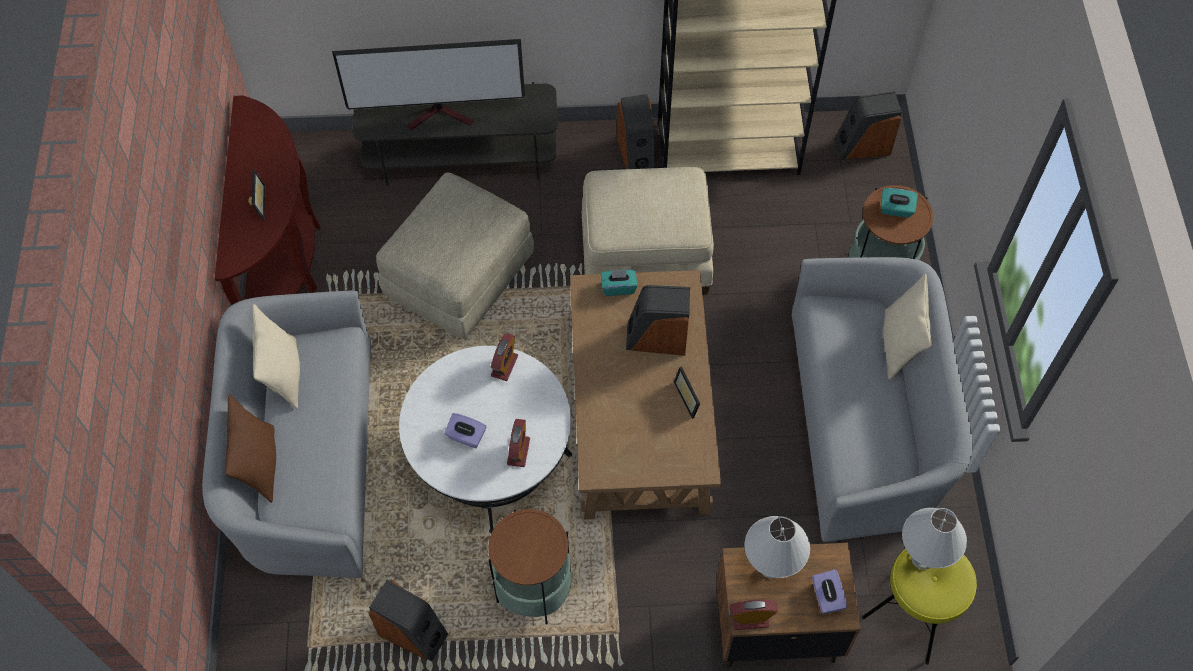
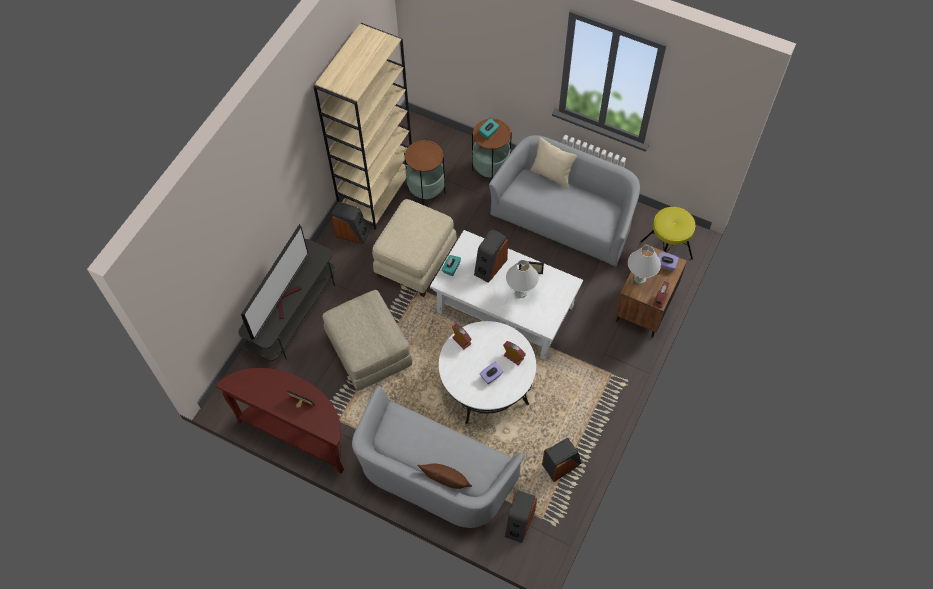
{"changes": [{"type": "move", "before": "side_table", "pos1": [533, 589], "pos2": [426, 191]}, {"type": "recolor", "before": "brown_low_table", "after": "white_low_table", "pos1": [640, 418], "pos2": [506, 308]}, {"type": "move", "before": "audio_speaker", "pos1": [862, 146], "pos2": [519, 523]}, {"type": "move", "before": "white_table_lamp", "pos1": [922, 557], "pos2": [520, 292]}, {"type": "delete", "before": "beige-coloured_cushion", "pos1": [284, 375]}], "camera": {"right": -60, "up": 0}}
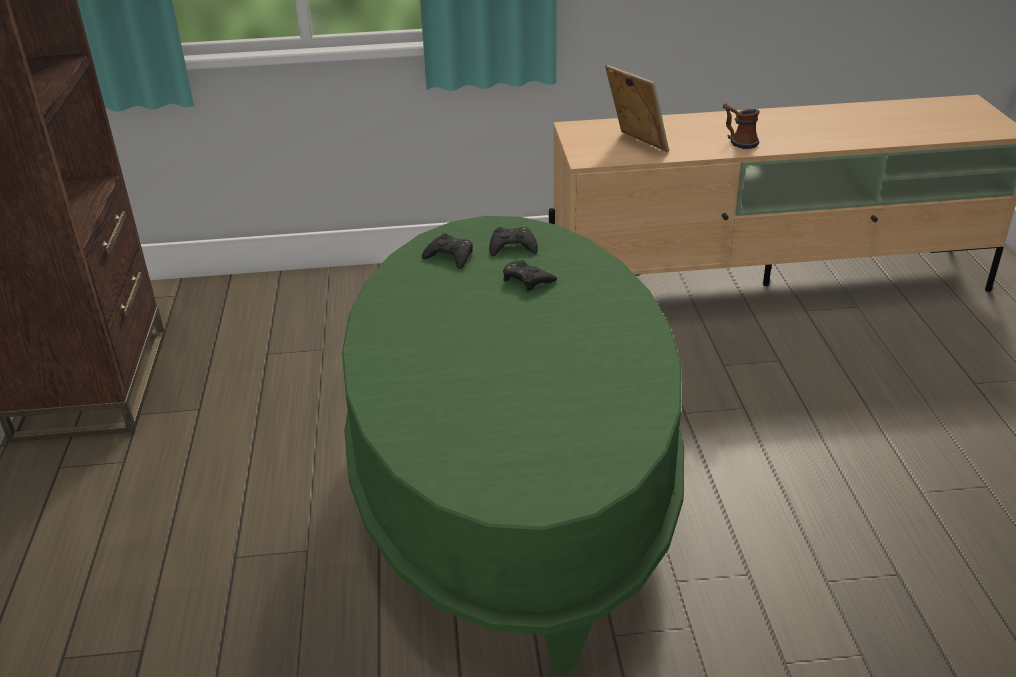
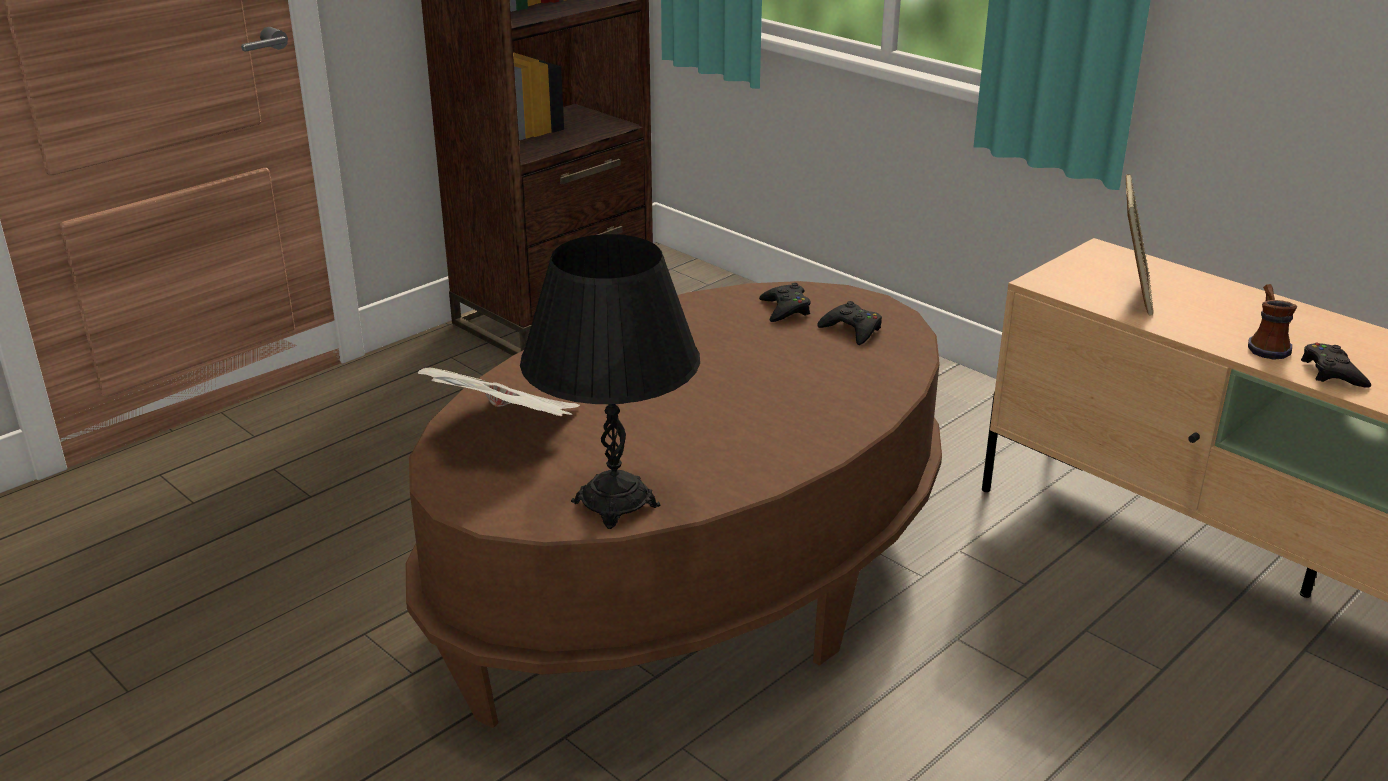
{"changes": [{"type": "recolor", "before": "greenish_low_table", "after": "brown_low_table", "pos1": [512, 486], "pos2": [693, 578]}, {"type": "insert", "after": "printed_paper", "pos2": [507, 429]}, {"type": "insert", "after": "black-coloured_table_lamp", "pos2": [615, 503]}, {"type": "move", "before": "black-coloured_gamepad", "pos1": [527, 280], "pos2": [1332, 372]}], "camera": {"right": 50, "up": -5}}
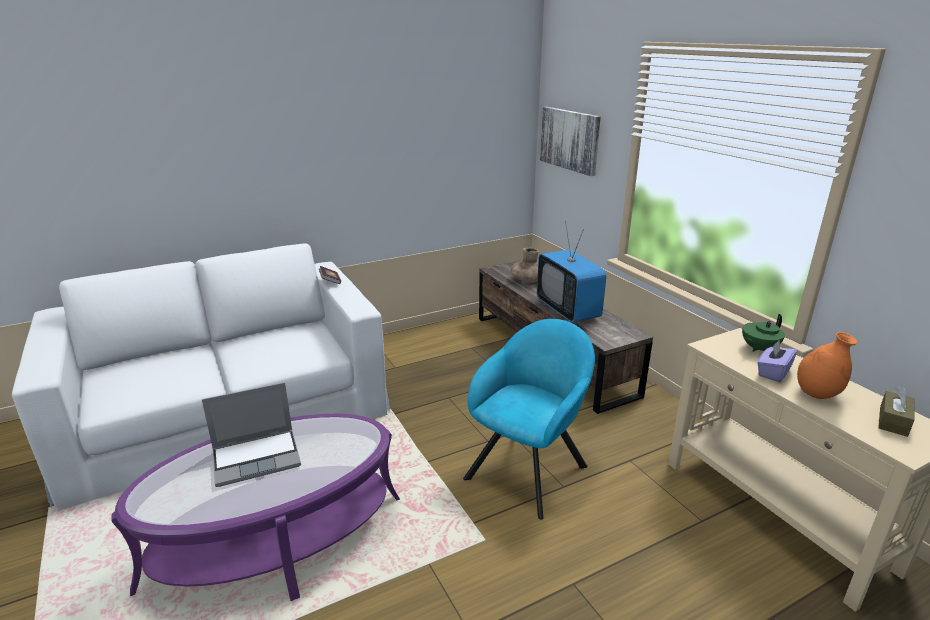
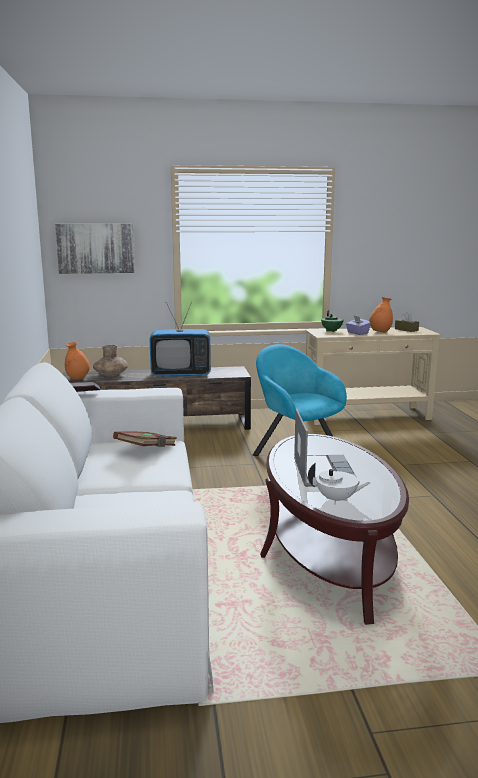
{"changes": [{"type": "insert", "after": "orange-coloured_decorative_vase", "pos2": [77, 378]}, {"type": "insert", "after": "brown_volume", "pos2": [147, 450]}, {"type": "recolor", "before": "purple_low_table", "after": "brown_low_table", "pos1": [276, 541], "pos2": [329, 552]}, {"type": "insert", "after": "white_teapot", "pos2": [337, 499]}], "camera": {"right": -70, "up": -10}}
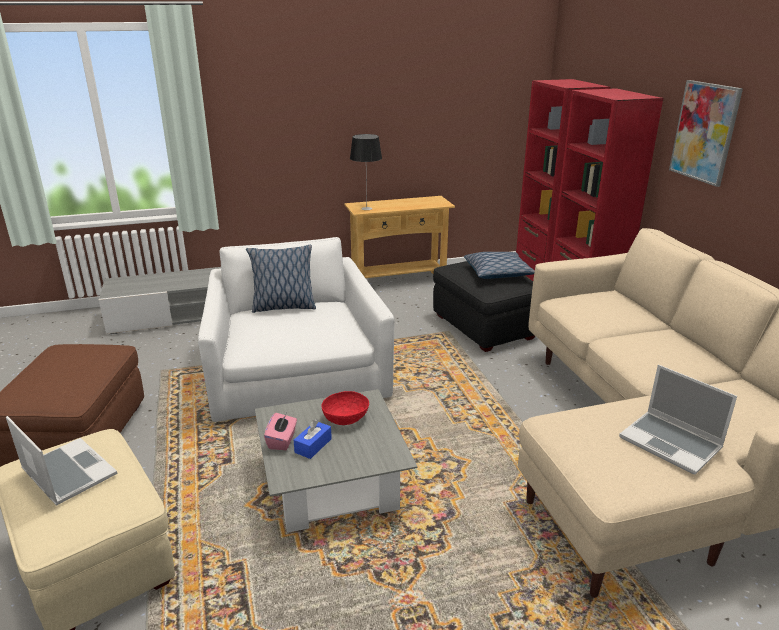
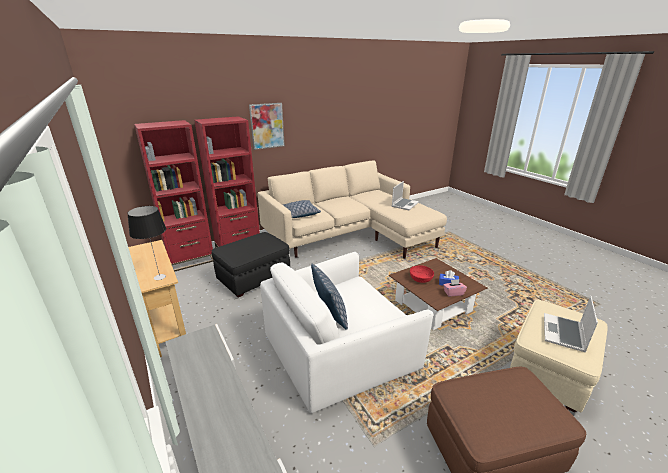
{"changes": [{"type": "move", "before": "cushion", "pos1": [497, 273], "pos2": [300, 213]}, {"type": "recolor", "before": "gray_low_table", "after": "brown_low_table", "pos1": [333, 484], "pos2": [433, 306]}], "camera": {"right": -105, "up": 0}}
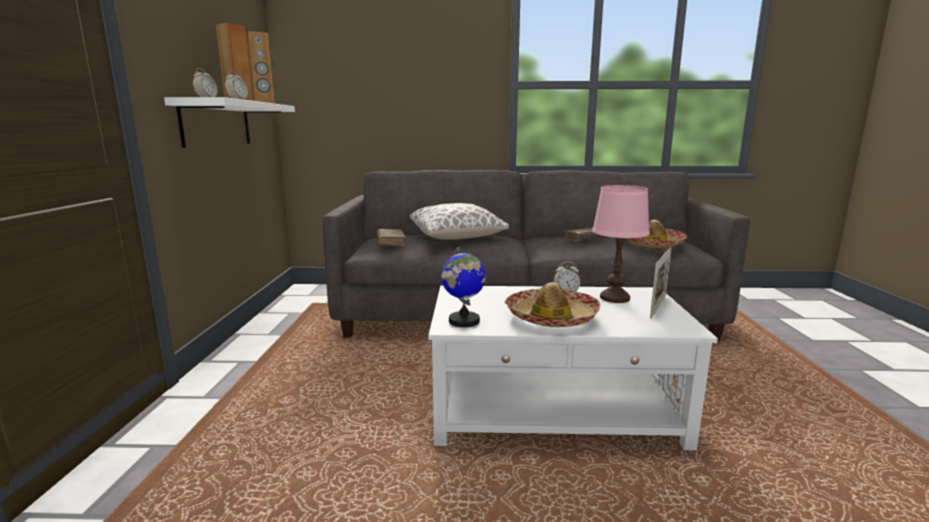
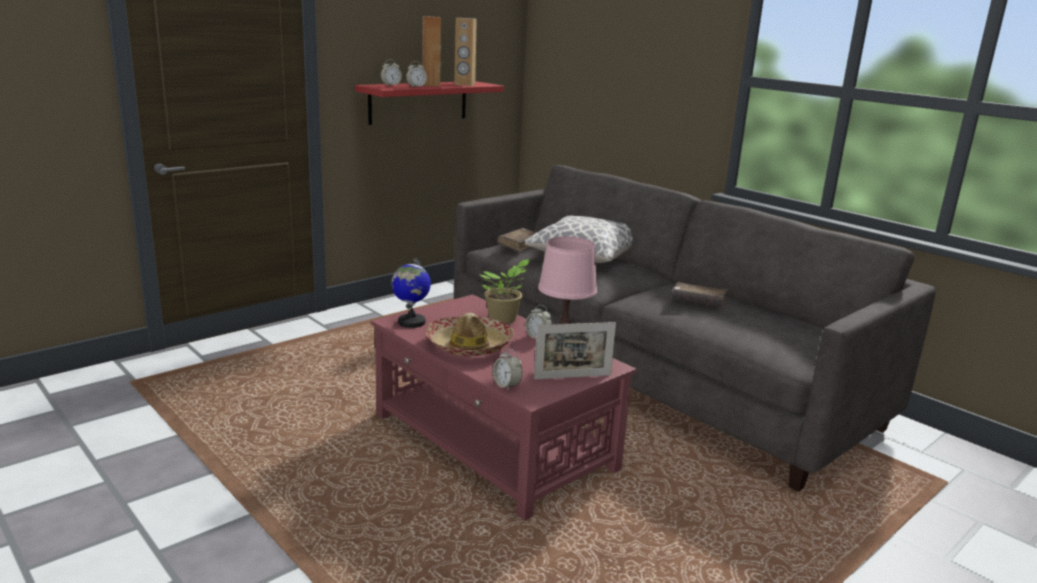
{"changes": [{"type": "recolor", "before": "white_bracket_shelf", "after": "red_bracket_shelf", "pos1": [217, 124], "pos2": [418, 102]}, {"type": "recolor", "before": "white_low_table", "after": "red_low_table", "pos1": [555, 410], "pos2": [493, 443]}, {"type": "insert", "after": "potted_plant", "pos2": [504, 320]}, {"type": "insert", "after": "alarm_clock", "pos2": [506, 385]}, {"type": "delete", "before": "hat", "pos1": [652, 244]}], "camera": {"right": 45, "up": 5}}
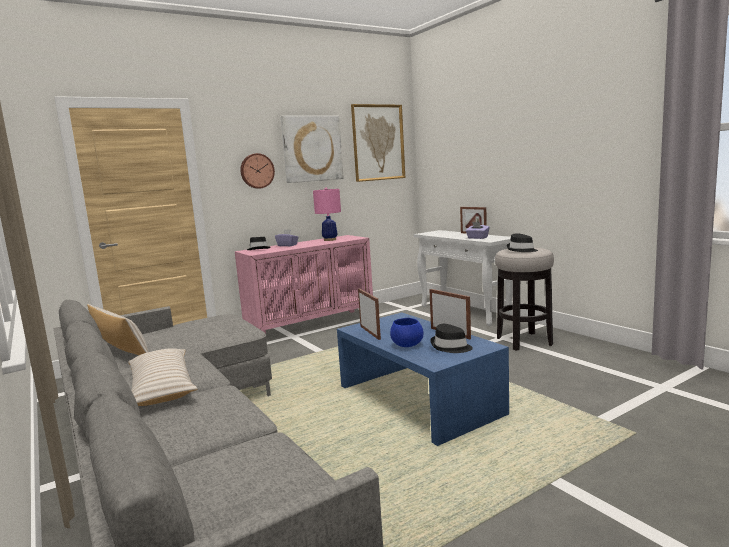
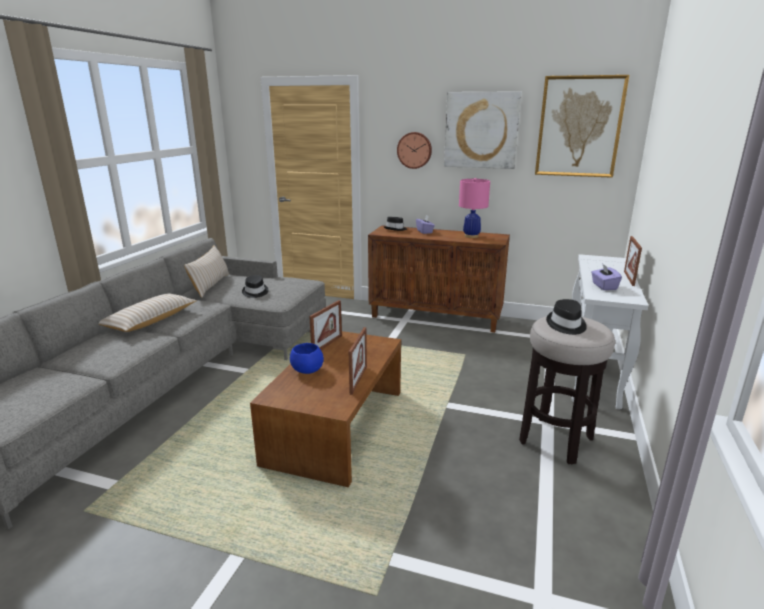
{"changes": [{"type": "move", "before": "black-coloured_hat", "pos1": [450, 347], "pos2": [255, 292]}, {"type": "recolor", "before": "blue-coloured_low_table", "after": "brown_low_table", "pos1": [417, 400], "pos2": [336, 425]}, {"type": "recolor", "before": "pink-coloured_storage_cabinet", "after": "brown_storage_cabinet", "pos1": [311, 326], "pos2": [436, 317]}], "camera": {"right": 50, "up": 10}}
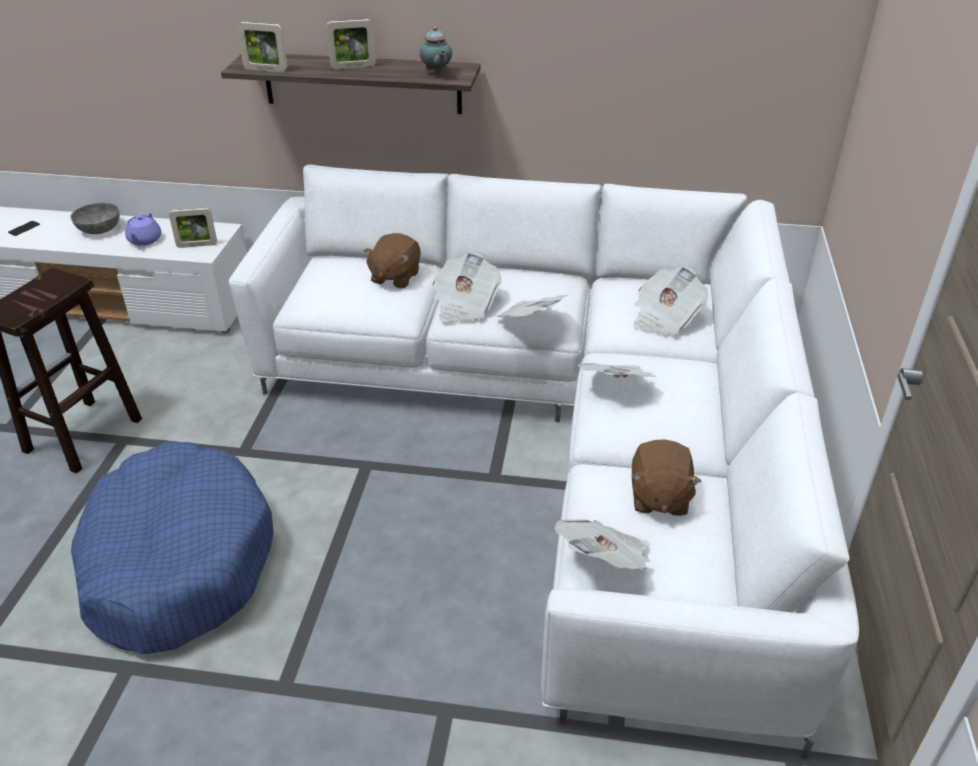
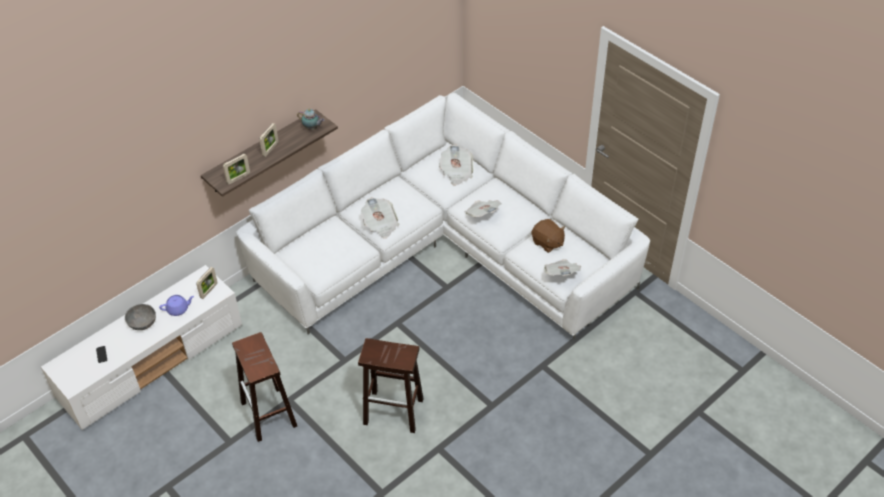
{"changes": [{"type": "rotate", "before": "purple_teapot", "pos1": [144, 240], "pos2": [178, 309], "turn": -60}, {"type": "replace", "before": "blue-coloured_dog_cushion", "after": "brown_sitting_stool", "pos1": [177, 562], "pos2": [394, 411]}, {"type": "delete", "before": "brown_cuddly_toy", "pos1": [394, 277]}, {"type": "delete", "before": "printed_paper", "pos1": [530, 322]}], "camera": {"right": -50, "up": 10}}
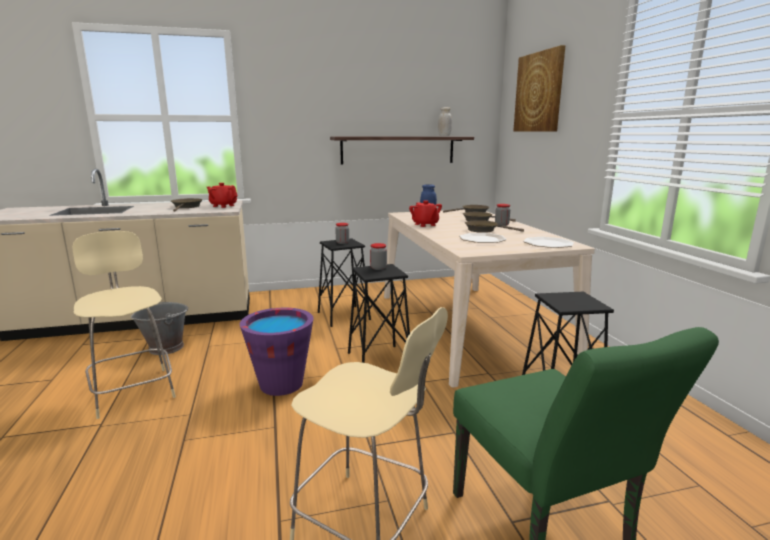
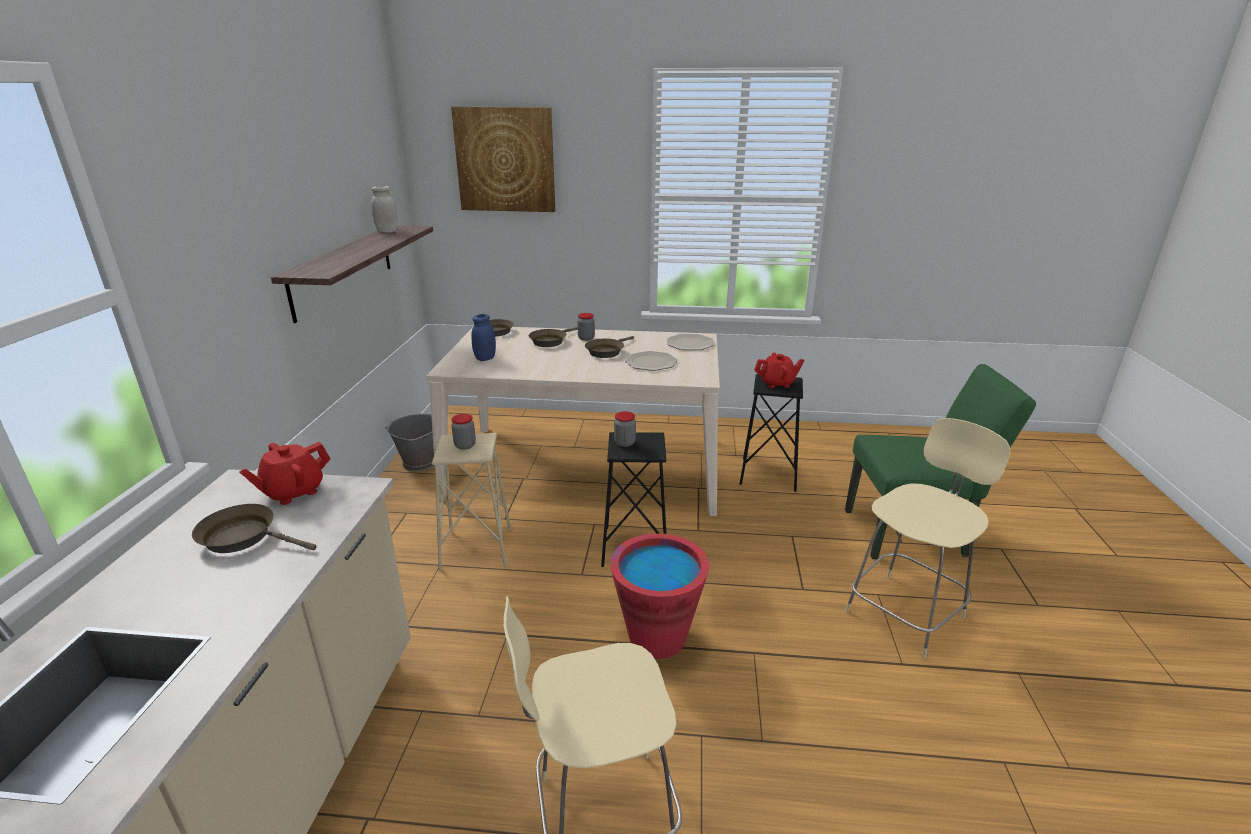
{"changes": [{"type": "move", "before": "gray_pail", "pos1": [166, 347], "pos2": [419, 462]}, {"type": "recolor", "before": "black-coloured_sitting_stool", "after": "beige-coloured_sitting_stool", "pos1": [343, 316], "pos2": [476, 549]}, {"type": "recolor", "before": "purple_pail", "after": "red_pail", "pos1": [281, 384], "pos2": [657, 637]}, {"type": "move", "before": "red_teapot", "pos1": [425, 225], "pos2": [777, 383]}], "camera": {"right": -70, "up": 10}}
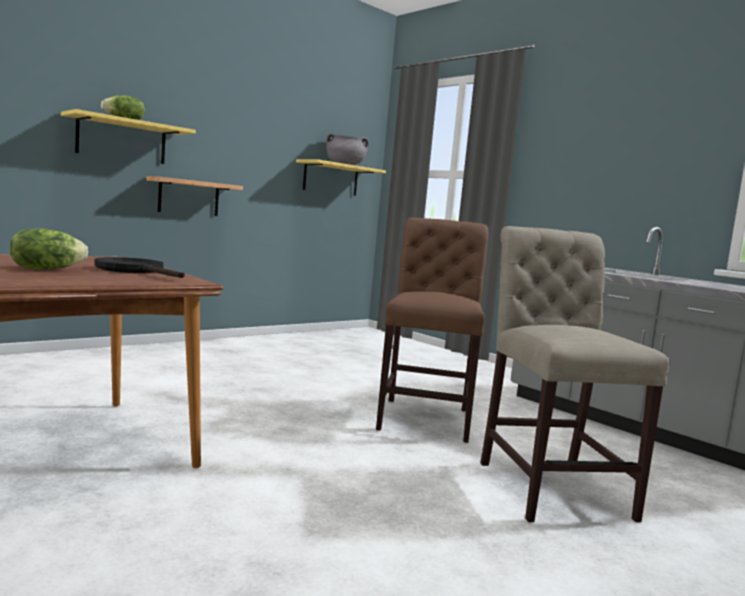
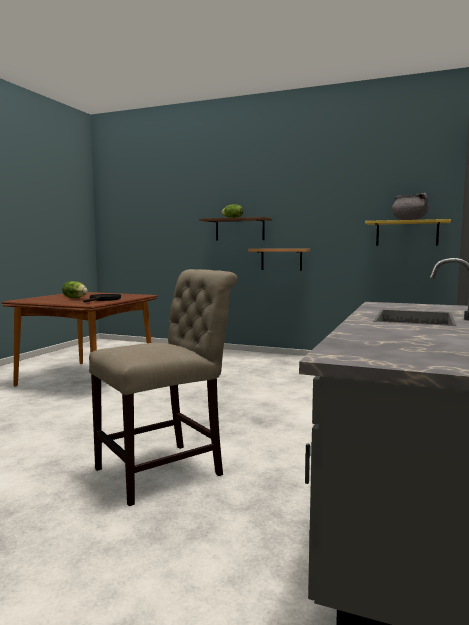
{"changes": [{"type": "recolor", "before": "yellow_bracket_shelf", "after": "brown_bracket_shelf", "pos1": [122, 140], "pos2": [240, 229]}, {"type": "delete", "before": "brown_plain_chair", "pos1": [426, 417]}], "camera": {"right": 65, "up": 0}}
